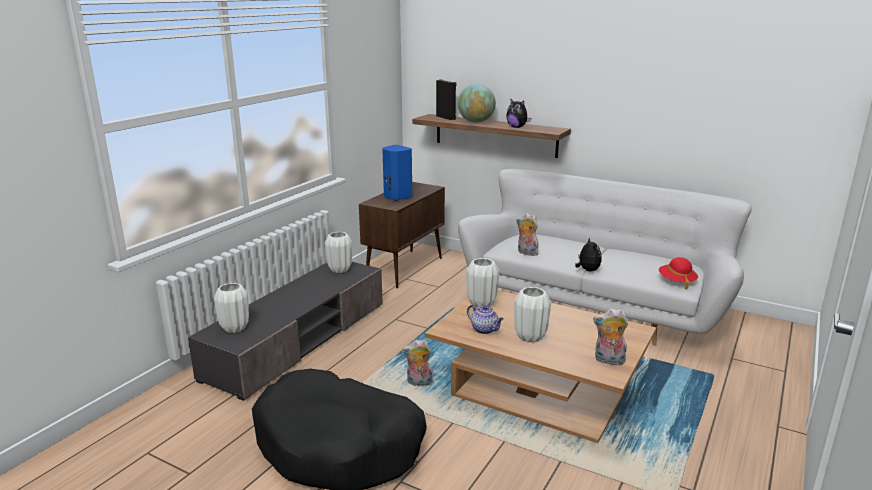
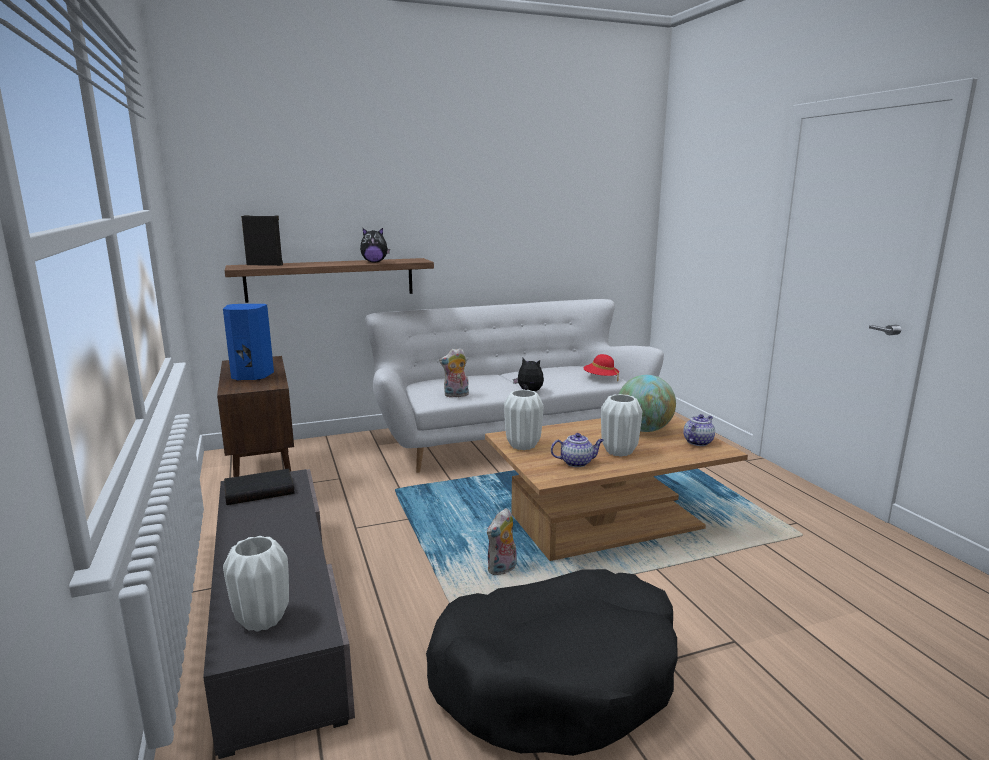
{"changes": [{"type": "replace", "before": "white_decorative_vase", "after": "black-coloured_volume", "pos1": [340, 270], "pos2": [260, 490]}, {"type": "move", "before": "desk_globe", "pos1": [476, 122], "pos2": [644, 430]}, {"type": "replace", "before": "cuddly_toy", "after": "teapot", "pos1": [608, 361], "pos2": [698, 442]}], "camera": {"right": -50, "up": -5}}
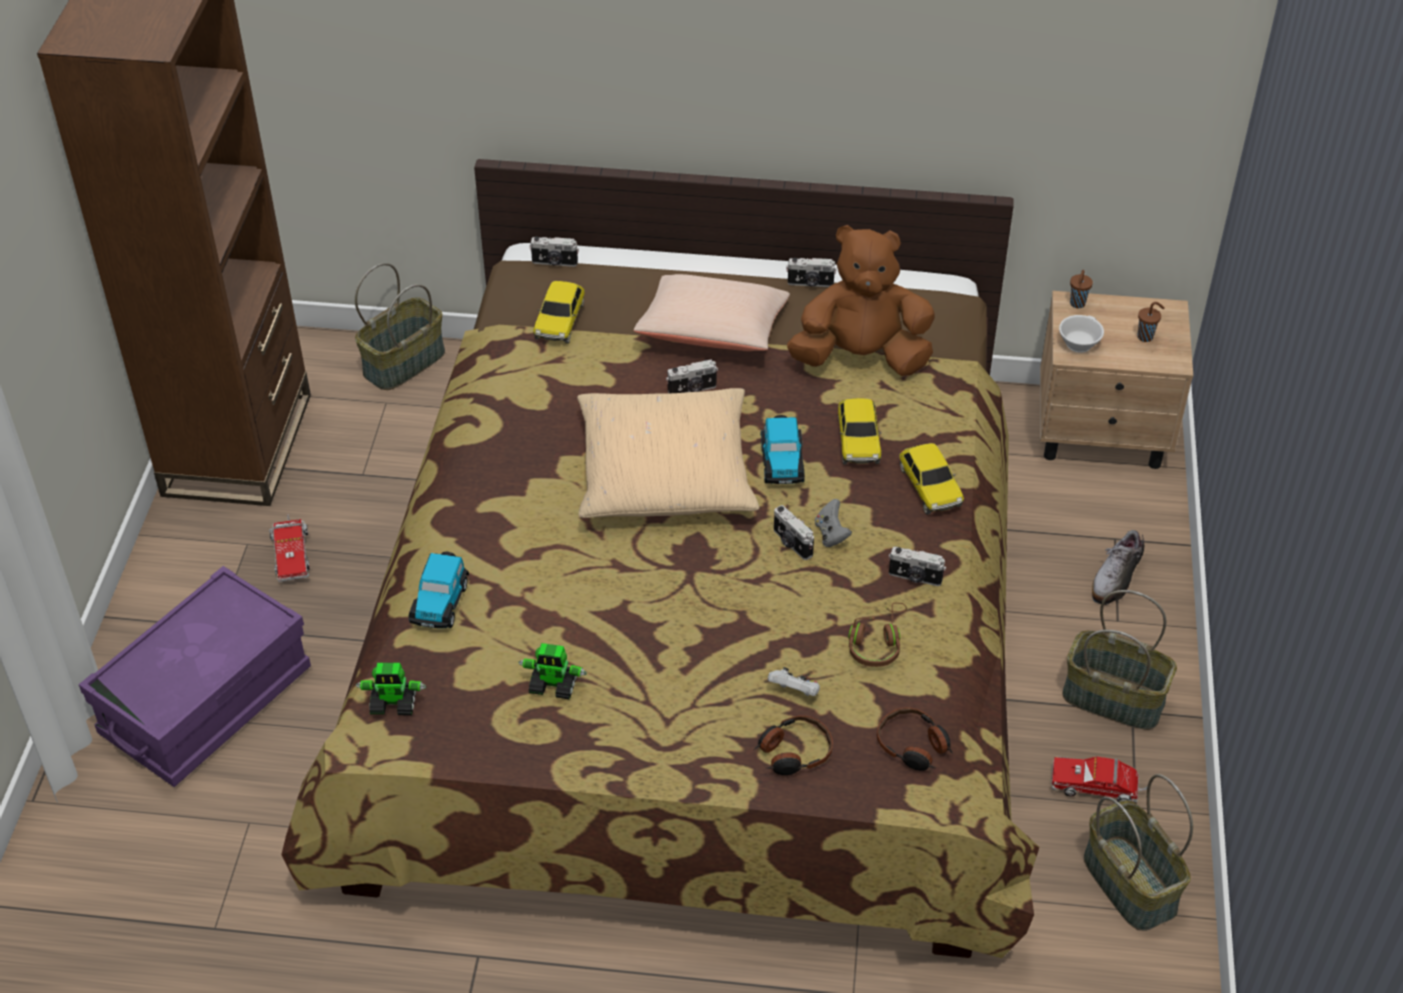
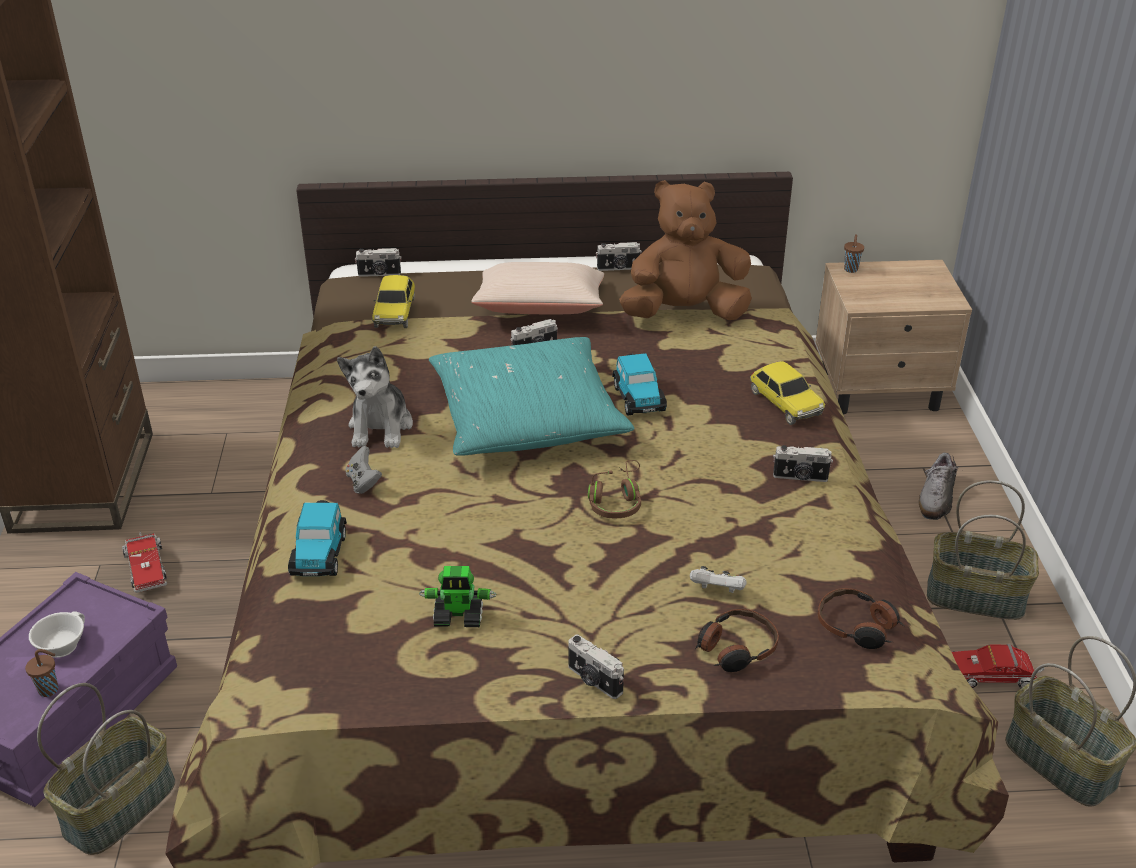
{"changes": [{"type": "move", "before": "brown_cup", "pos1": [1146, 337], "pos2": [50, 690]}, {"type": "move", "before": "white_cup", "pos1": [1078, 342], "pos2": [61, 644]}, {"type": "move", "before": "household_basket", "pos1": [404, 362], "pos2": [119, 806]}, {"type": "insert", "after": "cuddly_toy", "pos2": [381, 427]}, {"type": "move", "before": "gray_gamepad", "pos1": [831, 534], "pos2": [363, 482]}, {"type": "recolor", "before": "beige-coloured_cushion", "after": "turquoise-coloured_cushion", "pos1": [665, 472], "pos2": [527, 417]}, {"type": "move", "before": "photo_camera", "pos1": [791, 543], "pos2": [593, 681]}, {"type": "move", "before": "brown_headset", "pos1": [877, 643], "pos2": [616, 500]}, {"type": "delete", "before": "robot_figure", "pos1": [394, 703]}, {"type": "delete", "before": "toy_car", "pos1": [858, 440]}], "camera": {"right": -10, "up": -10}}
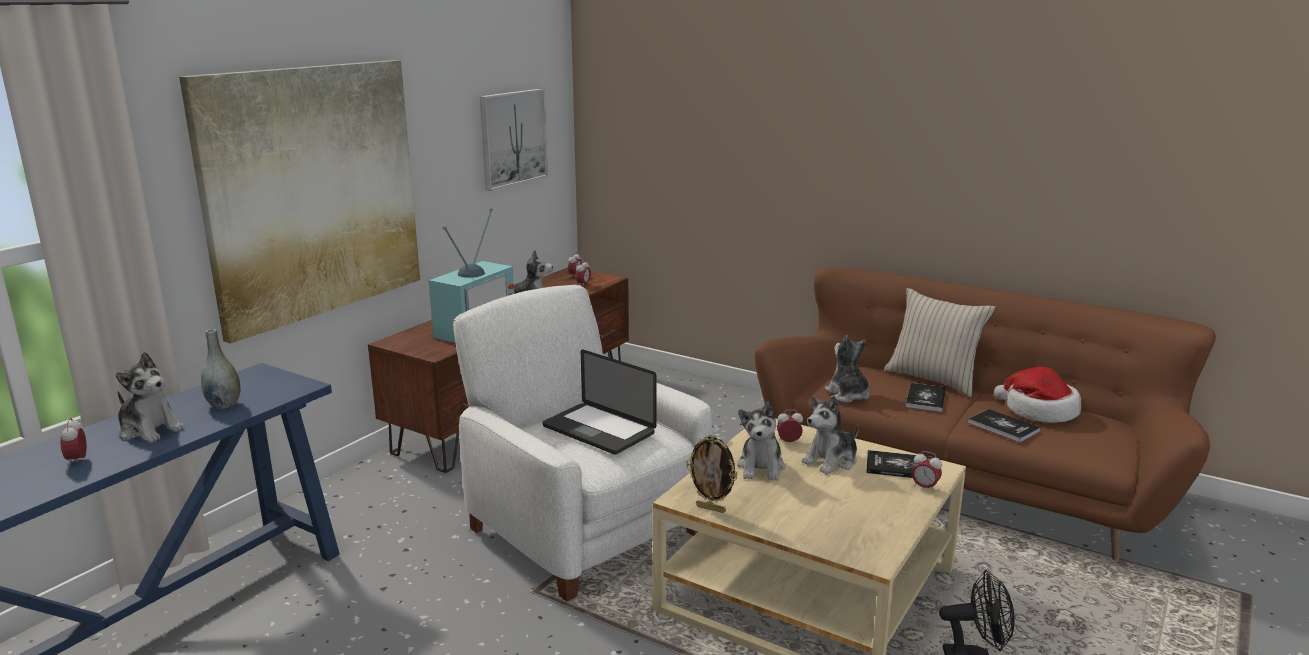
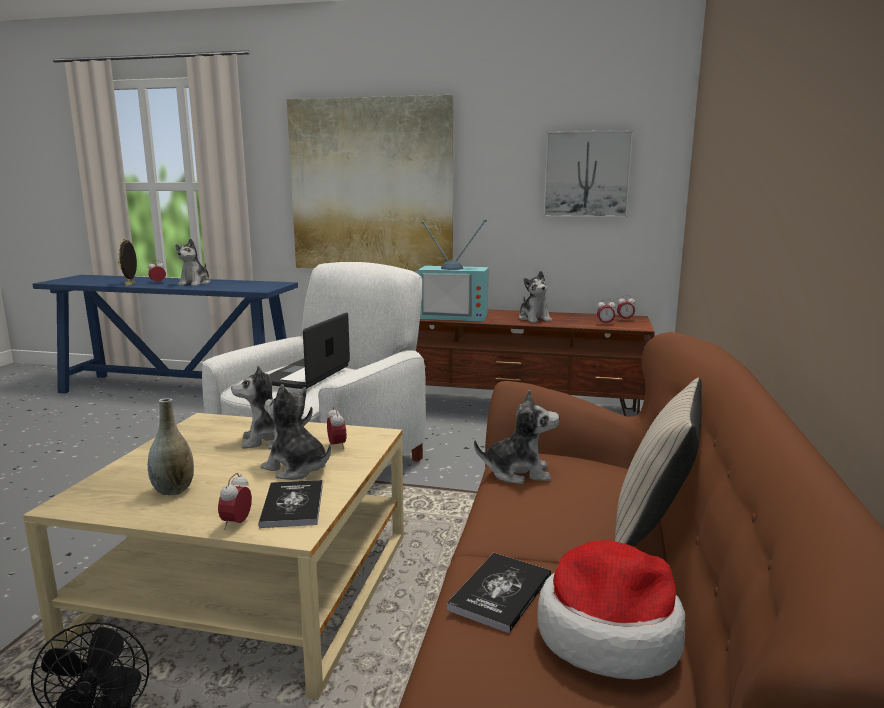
{"changes": [{"type": "move", "before": "photo_frame", "pos1": [711, 508], "pos2": [131, 284]}, {"type": "move", "before": "gray_decorative_vase", "pos1": [224, 405], "pos2": [173, 490]}, {"type": "rotate", "before": "cuddly_toy", "pos1": [848, 395], "pos2": [518, 472], "turn": 45}, {"type": "delete", "before": "volume", "pos1": [925, 398]}], "camera": {"right": 70, "up": -5}}
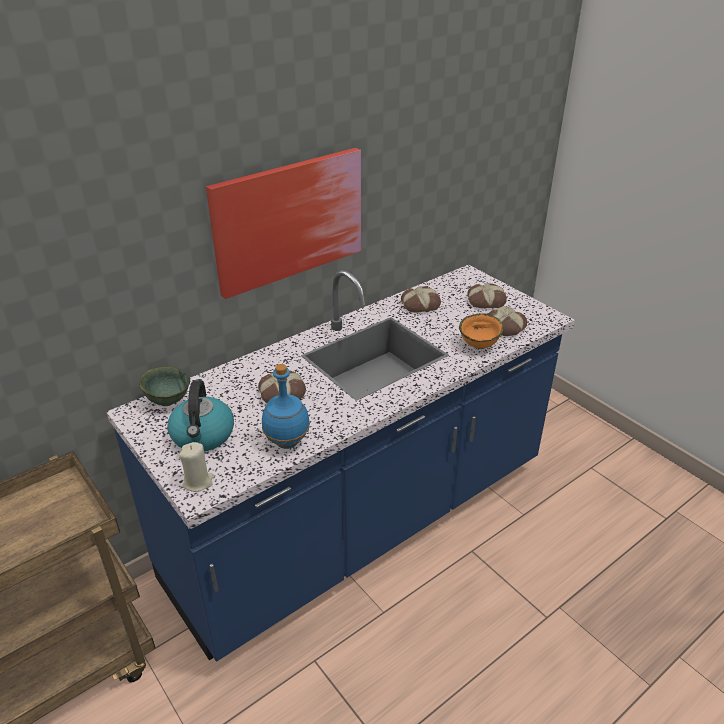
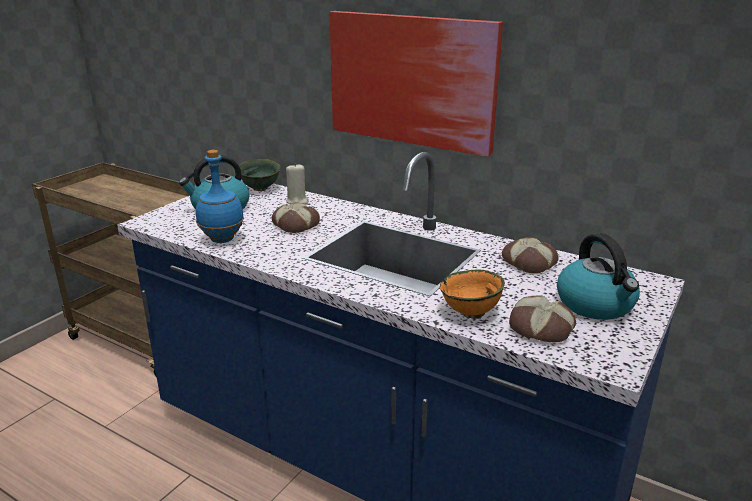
{"changes": [{"type": "move", "before": "beige-coloured_wax_candle", "pos1": [198, 482], "pos2": [297, 201]}, {"type": "replace", "before": "bread", "after": "tea_kettle", "pos1": [486, 300], "pos2": [596, 304]}], "camera": {"right": 70, "up": -10}}
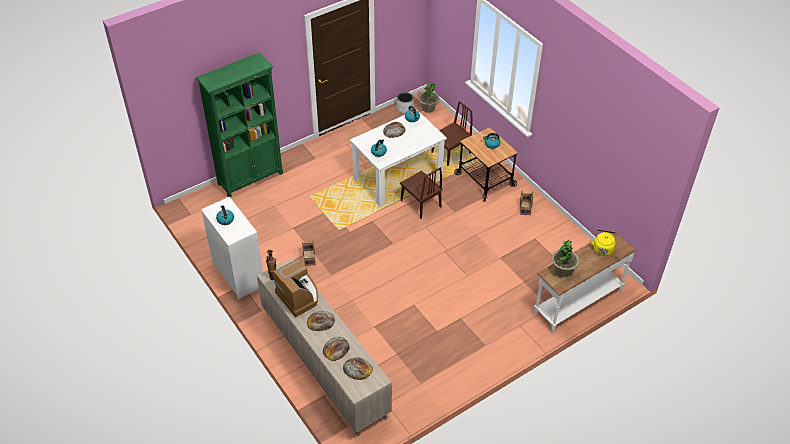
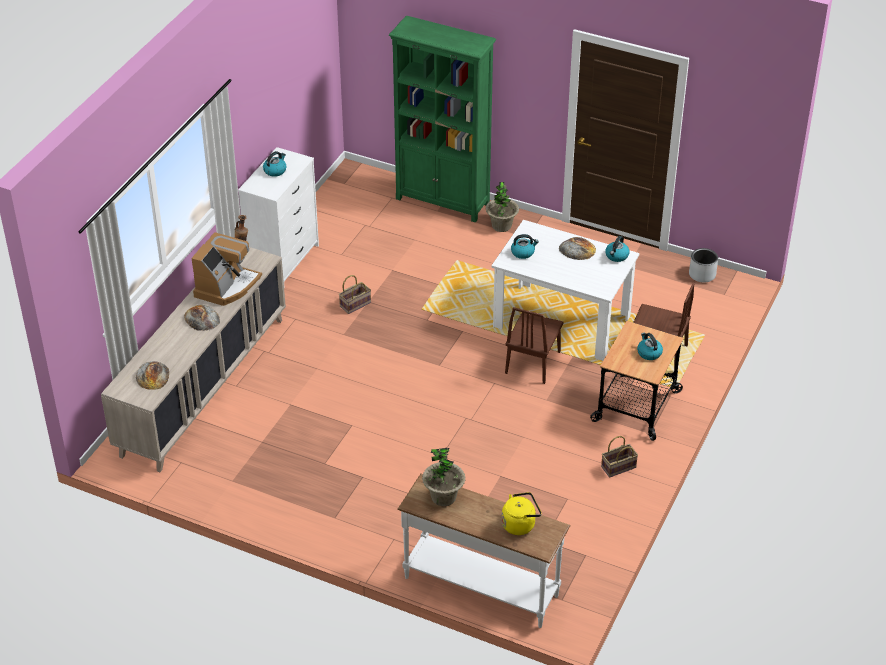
{"changes": [{"type": "move", "before": "potted_plant", "pos1": [428, 108], "pos2": [501, 226]}, {"type": "delete", "before": "bread", "pos1": [336, 348]}], "camera": {"right": 60, "up": -5}}
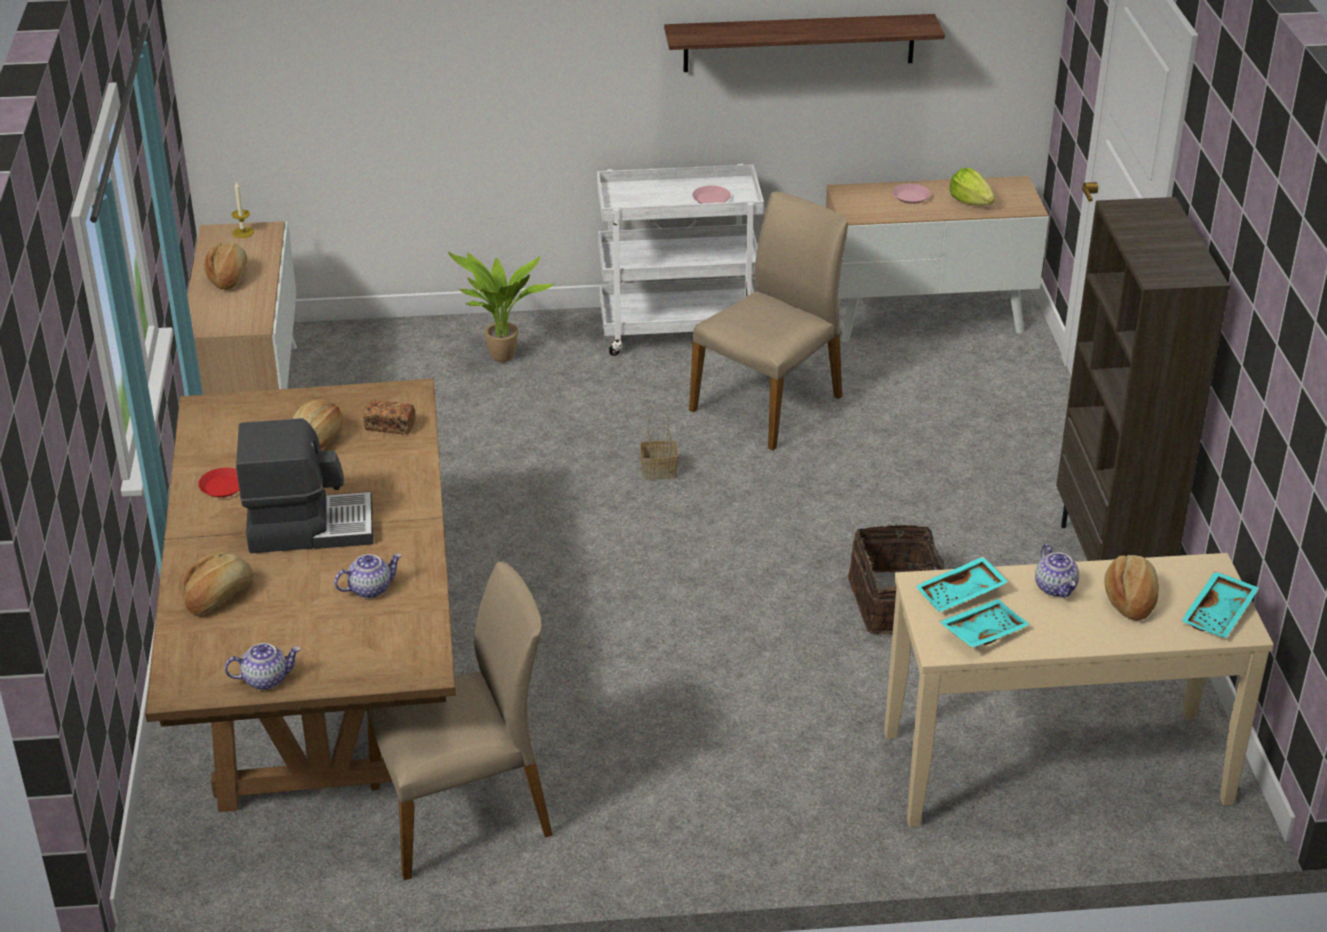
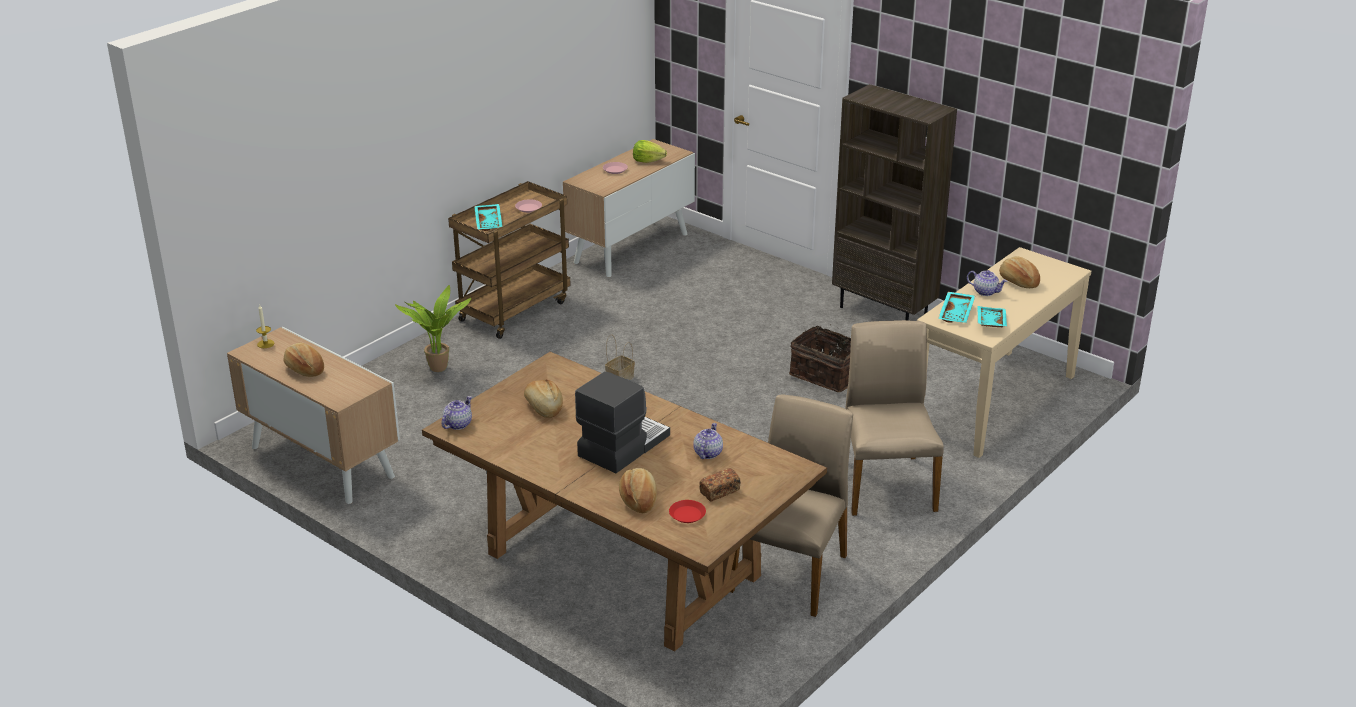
{"changes": [{"type": "move", "before": "teapot", "pos1": [266, 679], "pos2": [457, 424]}, {"type": "recolor", "before": "white_wheeled_cart", "after": "brown_wheeled_cart", "pos1": [679, 329], "pos2": [514, 310]}, {"type": "move", "before": "turquoise-coloured_serving_tray", "pos1": [1220, 614], "pos2": [489, 222]}, {"type": "move", "before": "red_flat_dish", "pos1": [223, 487], "pos2": [687, 514]}, {"type": "move", "before": "bread", "pos1": [390, 426], "pos2": [719, 491]}, {"type": "move", "before": "beige-coloured_plain_chair", "pos1": [769, 403], "pos2": [885, 484]}, {"type": "delete", "before": "bracket_shelf", "pos1": [799, 43]}], "camera": {"right": -45, "up": -5}}
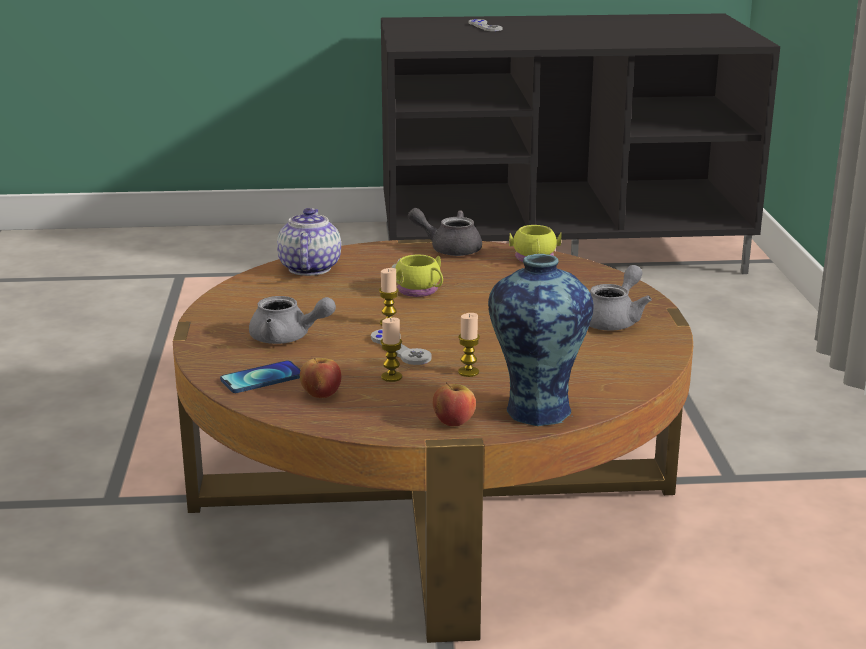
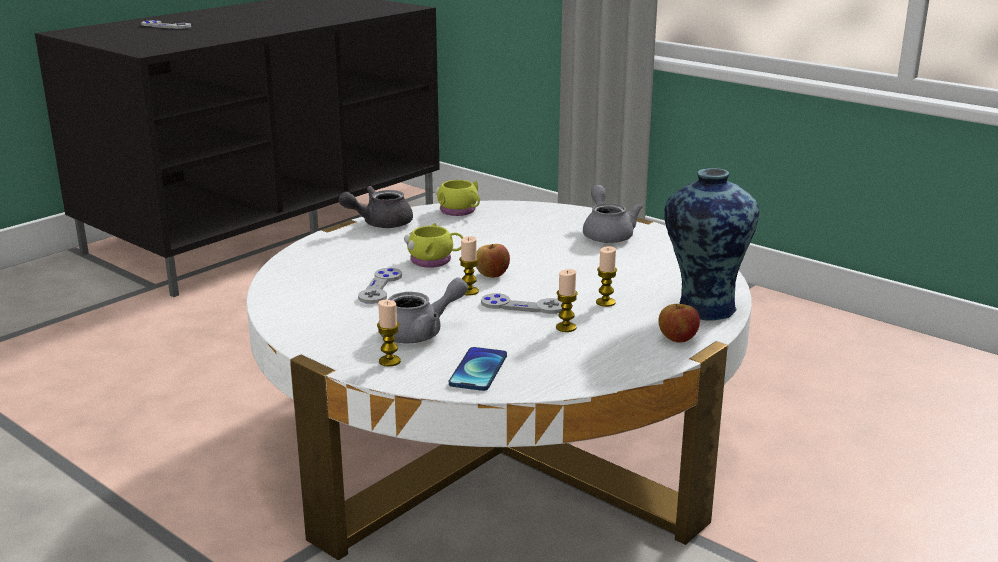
{"changes": [{"type": "recolor", "before": "brown_low_table", "after": "white_low_table", "pos1": [432, 492], "pos2": [499, 441]}, {"type": "insert", "after": "gray_gamepad", "pos2": [380, 287]}, {"type": "insert", "after": "wax_candle", "pos2": [389, 361]}, {"type": "move", "before": "apple_fruit", "pos1": [321, 394], "pos2": [492, 275]}, {"type": "delete", "before": "teapot", "pos1": [309, 268]}], "camera": {"right": -45, "up": 0}}
